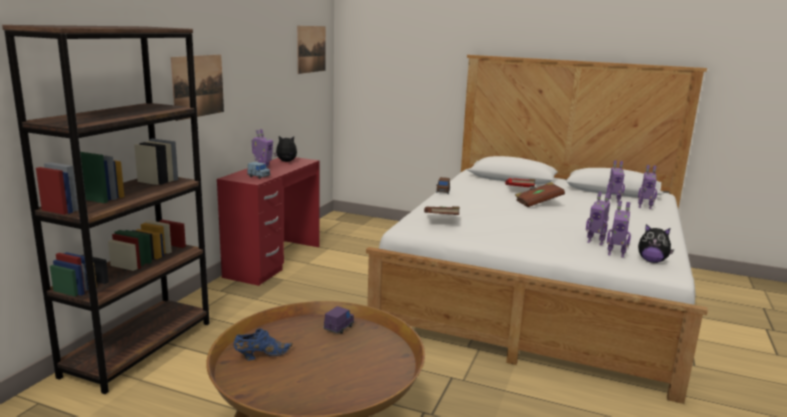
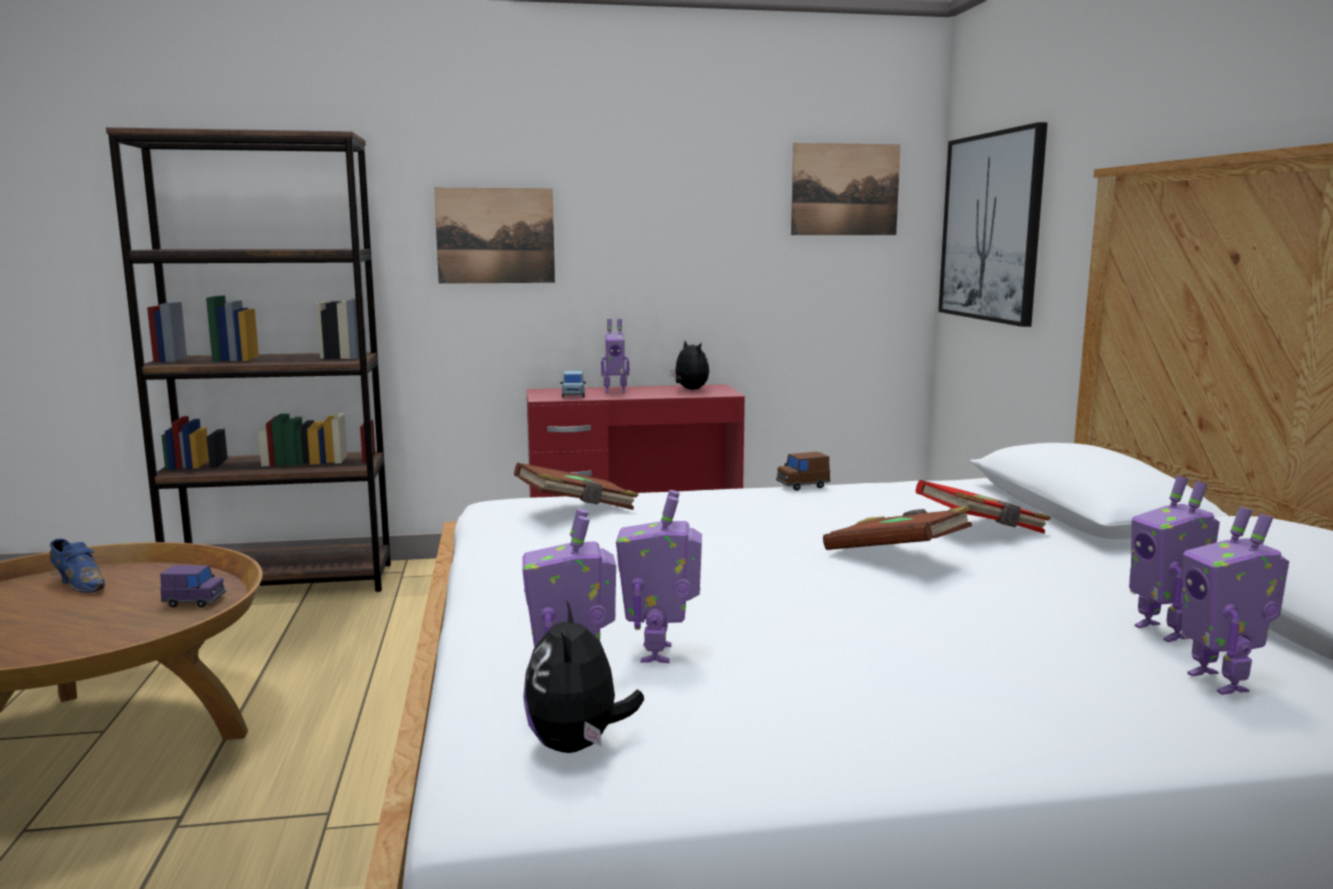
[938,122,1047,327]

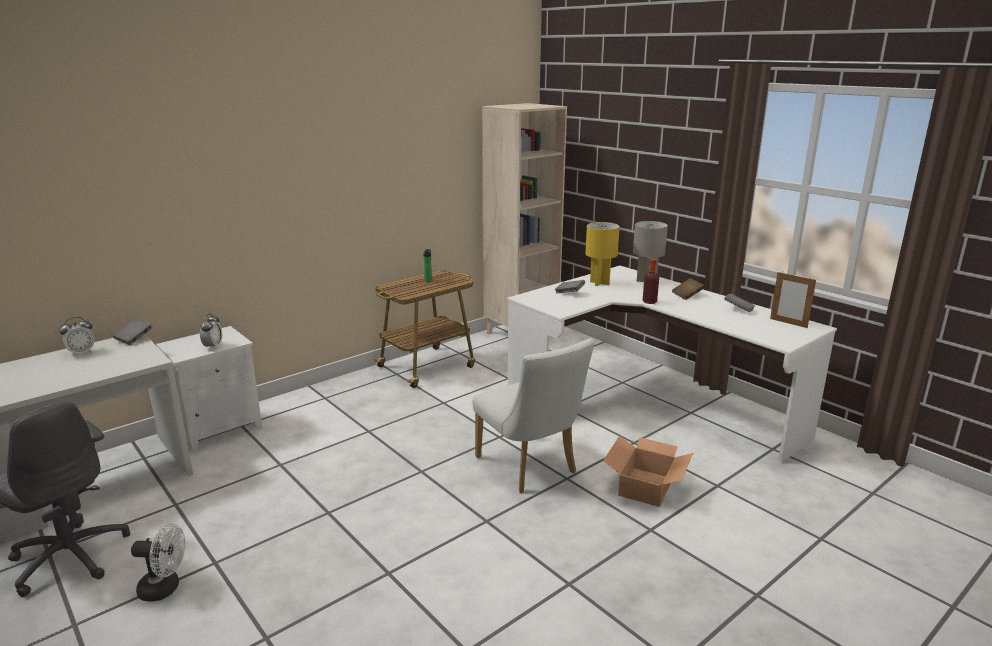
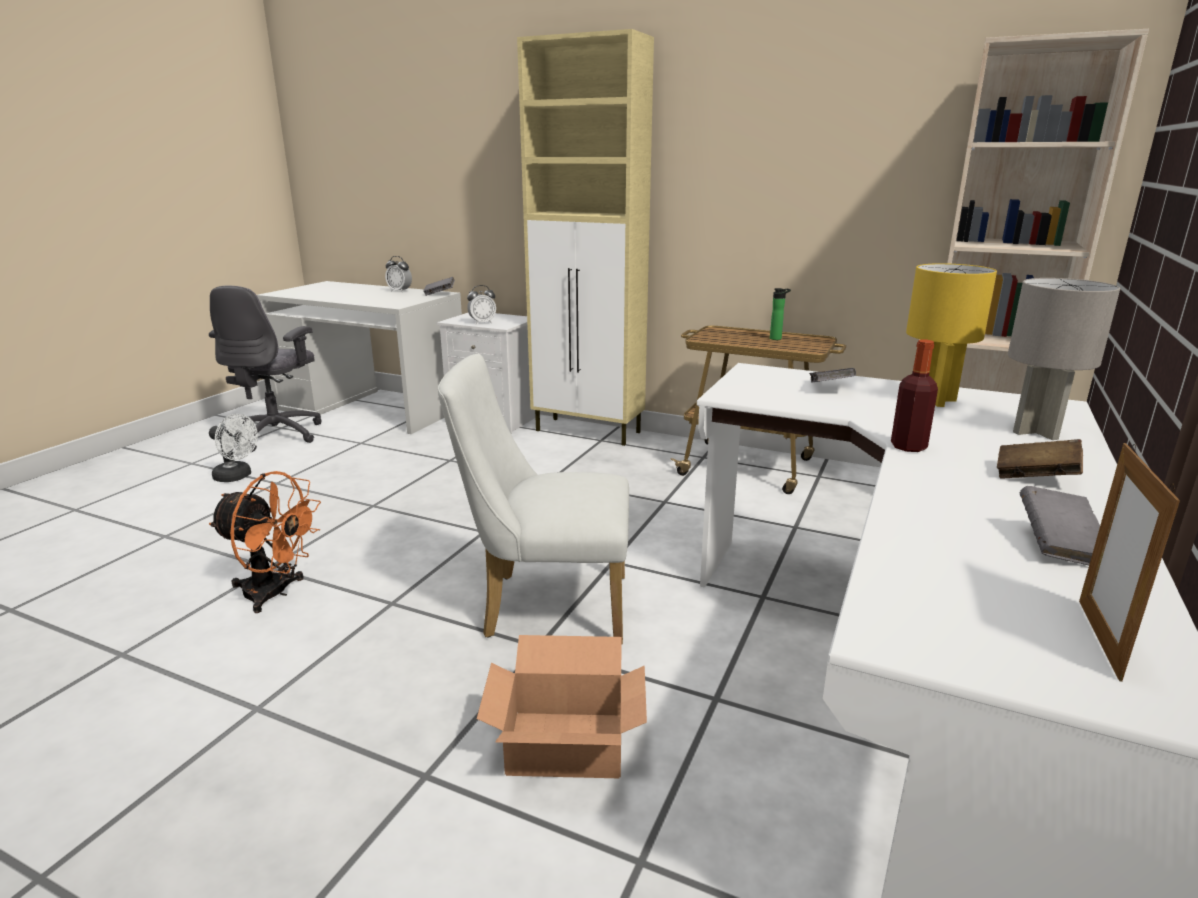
[209,414,258,482]
[209,471,321,613]
[438,354,629,644]
[517,29,654,446]

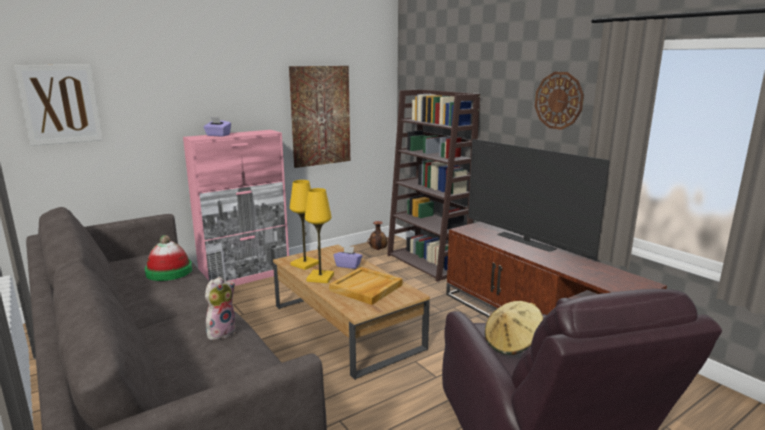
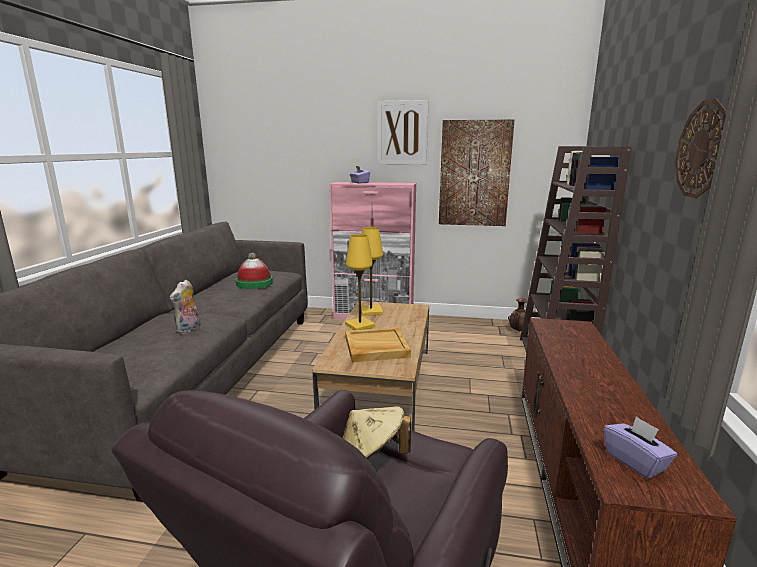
[170,280,201,334]
[378,100,428,165]
[604,416,677,479]
[468,139,610,257] (first image)

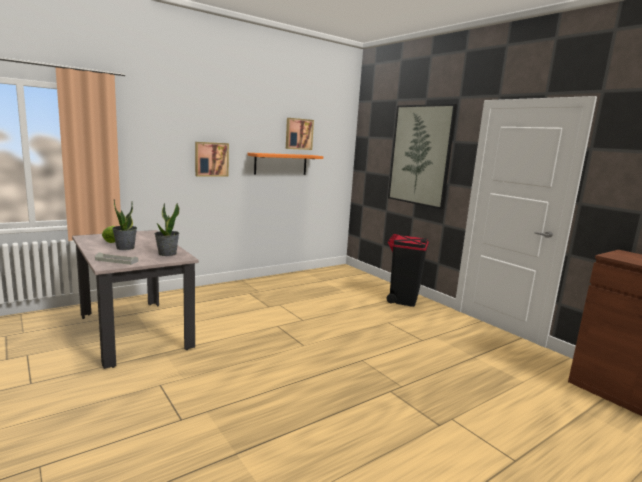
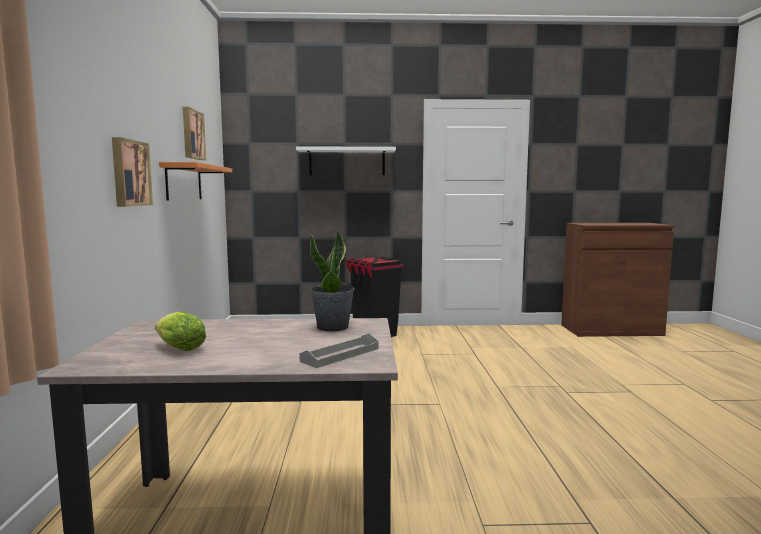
[296,146,396,175]
[112,199,137,250] (first image)

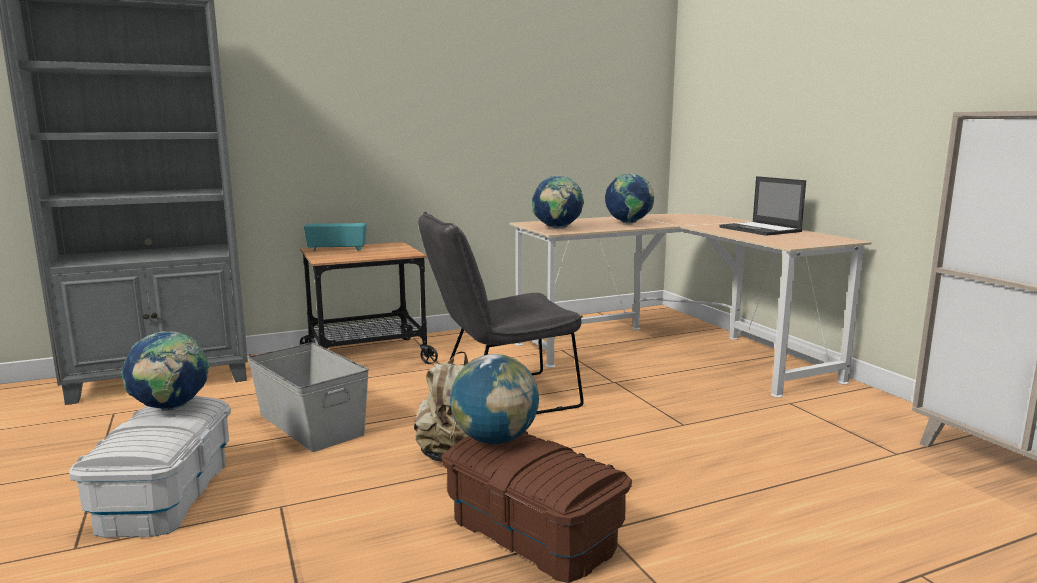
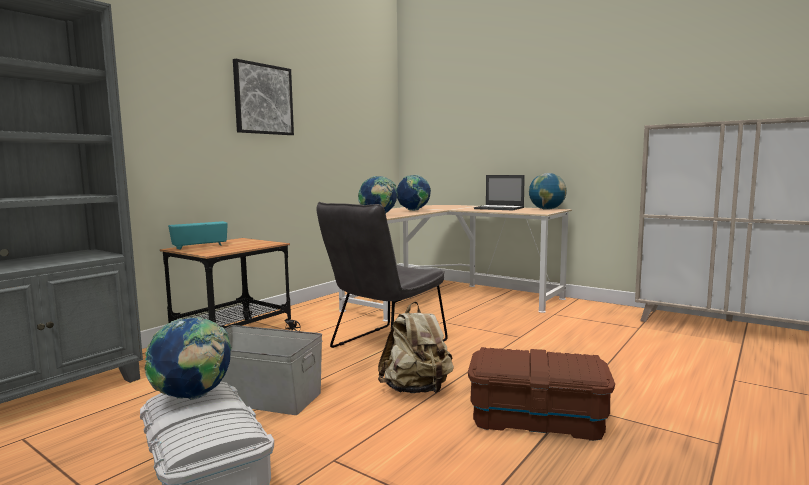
[233,59,294,135]
[529,173,567,210]

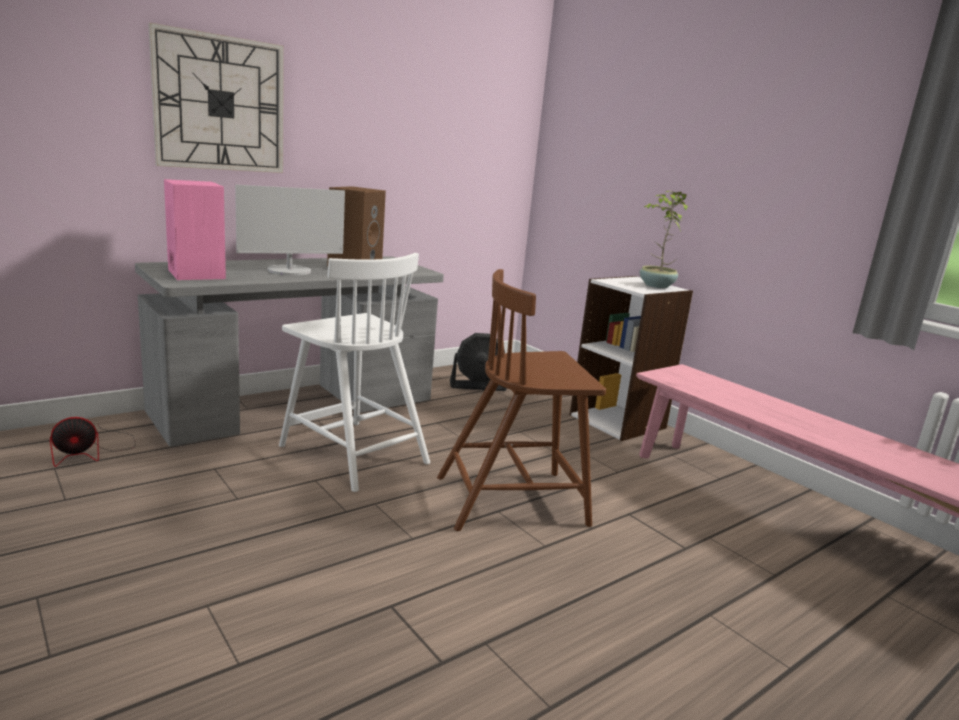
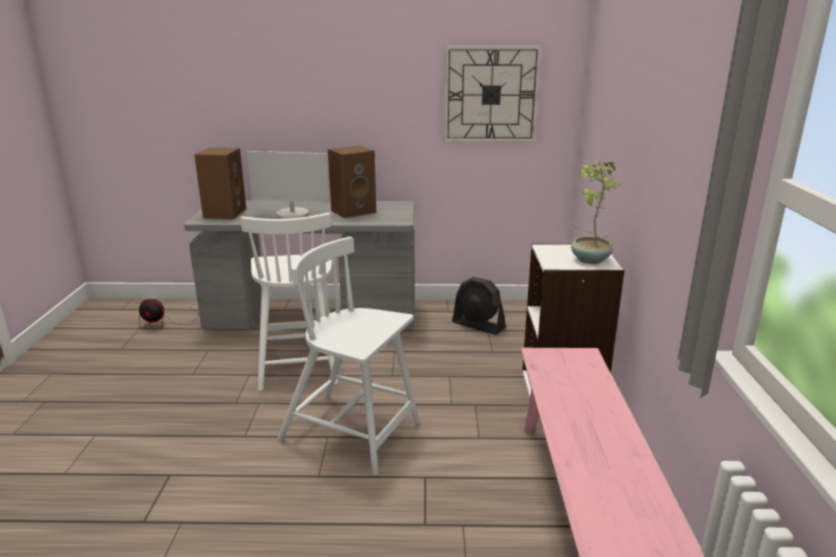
[194,147,246,219]
[277,237,420,475]
[444,46,542,142]

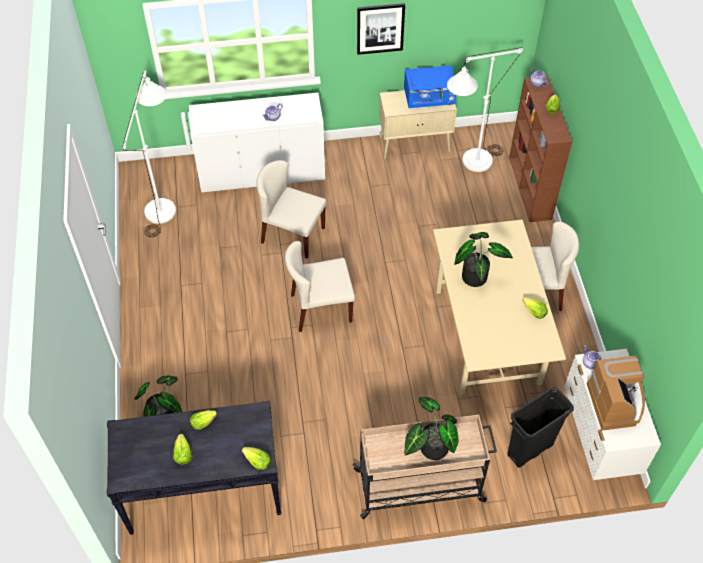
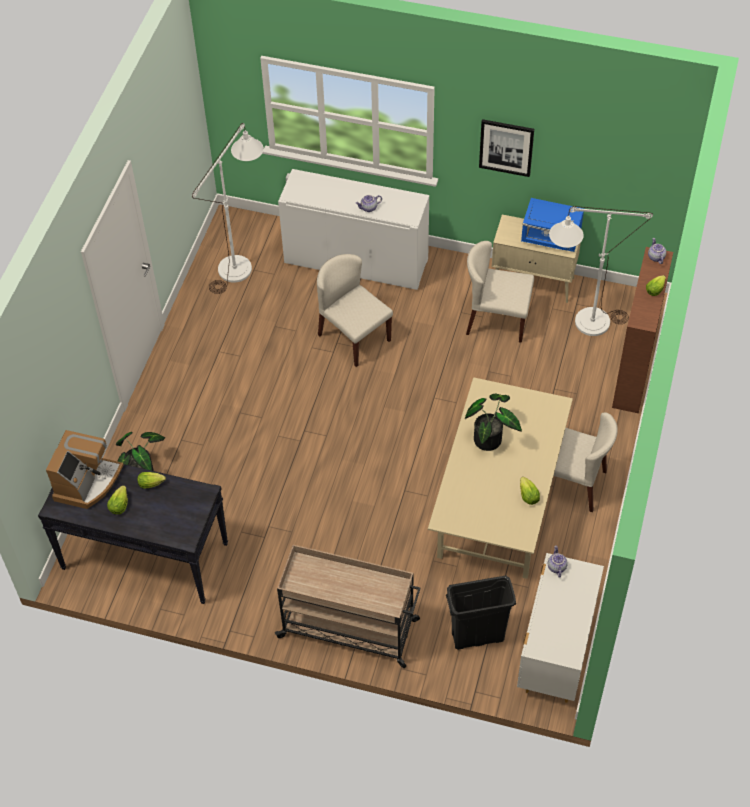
[46,430,124,509]
[466,241,534,343]
[242,447,271,470] (first image)
[404,397,459,460] (first image)

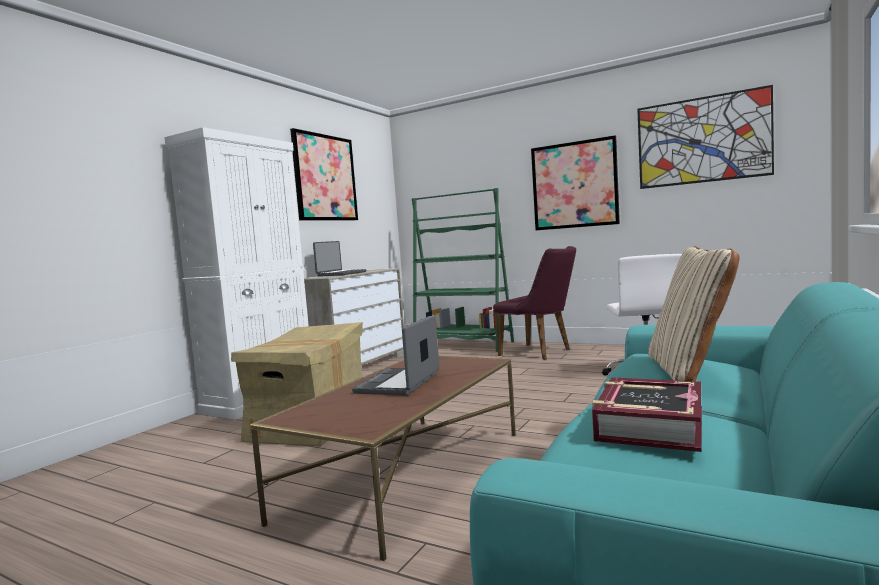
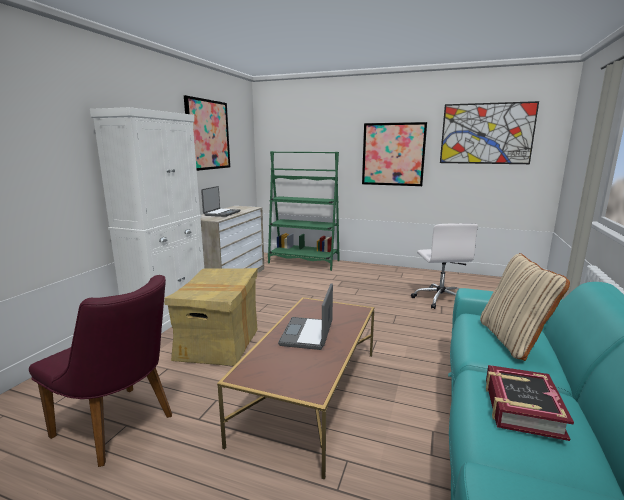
[29,275,172,467]

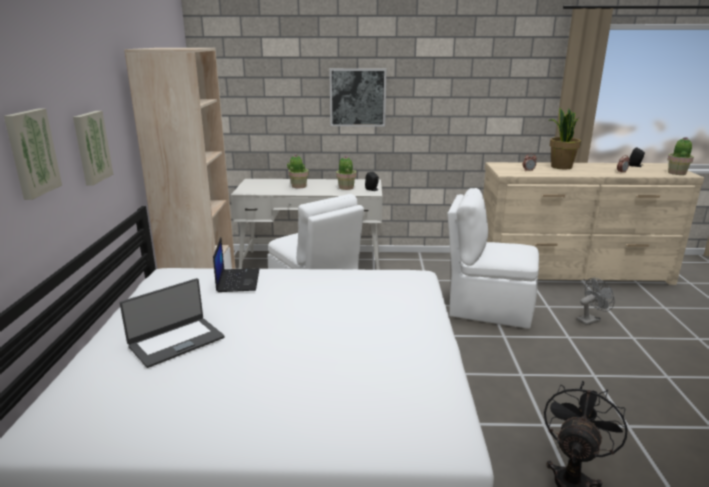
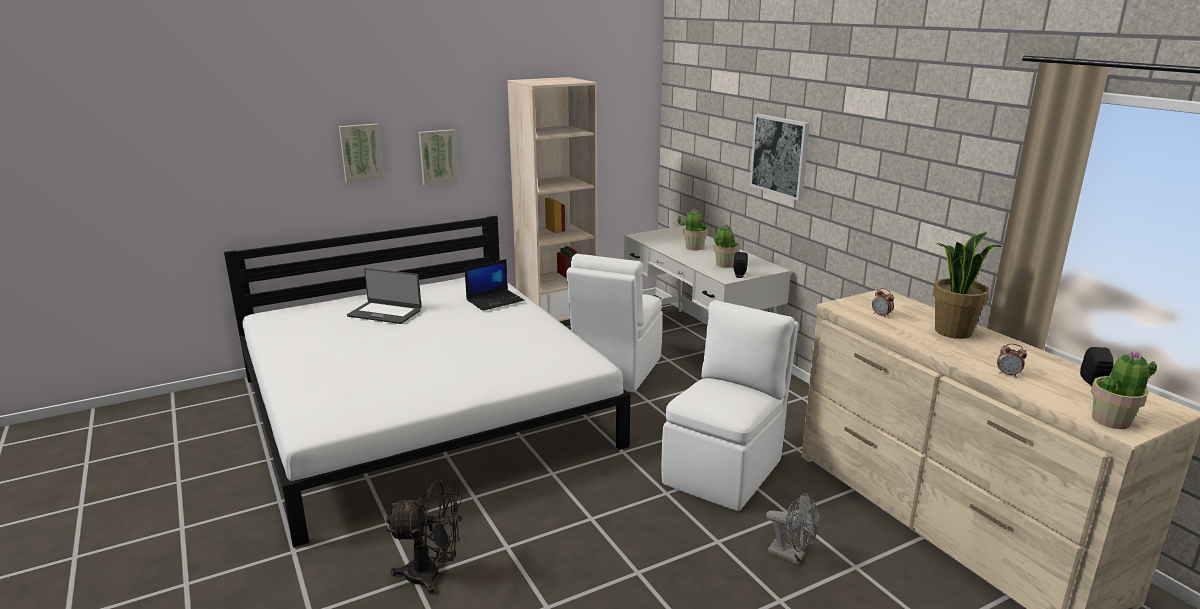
[661,300,799,511]

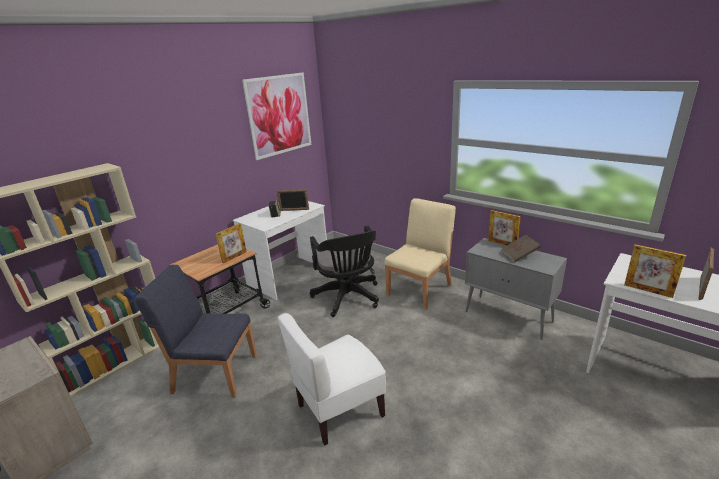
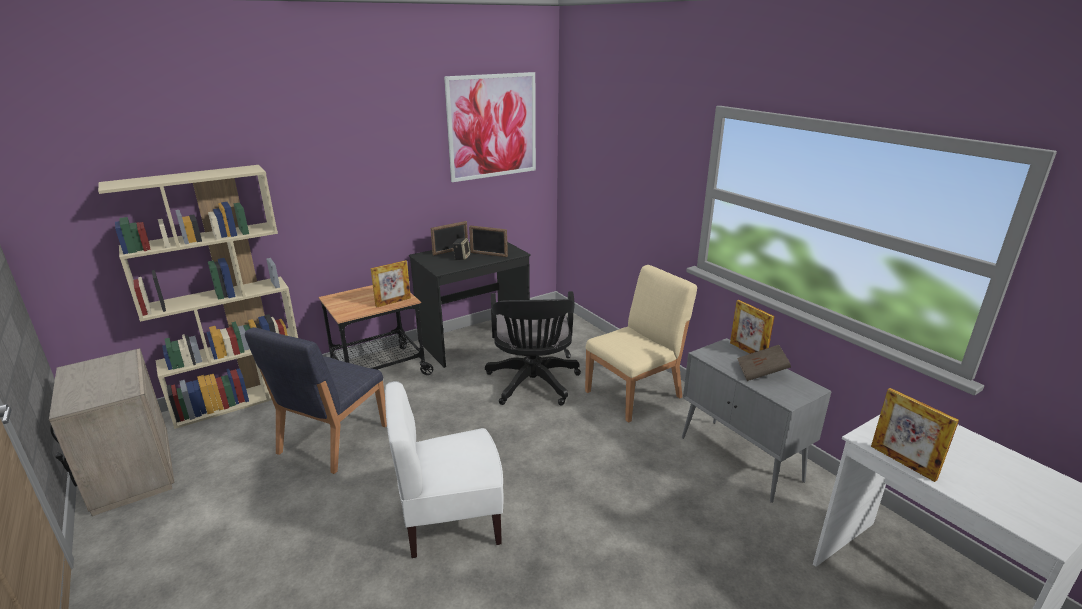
[245,327,387,474]
[409,242,531,368]
[431,221,468,256]

